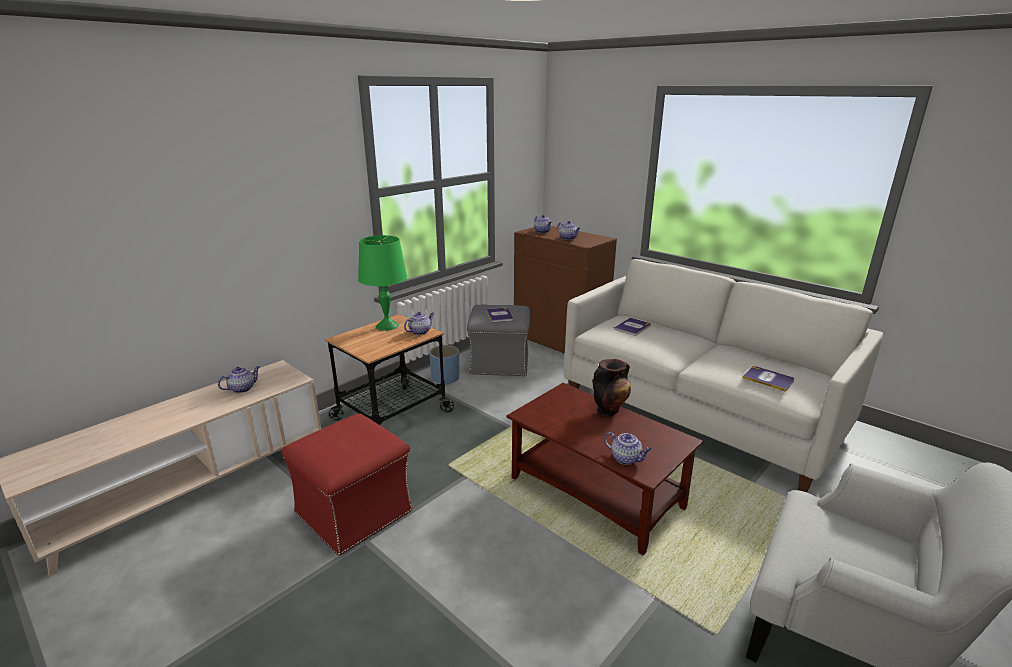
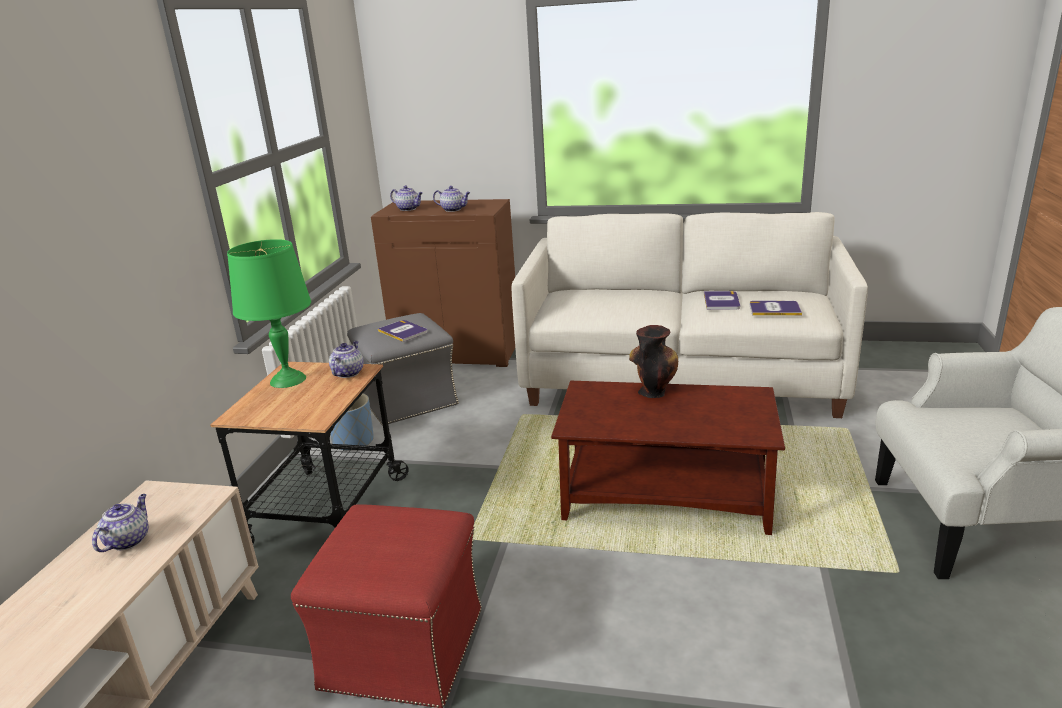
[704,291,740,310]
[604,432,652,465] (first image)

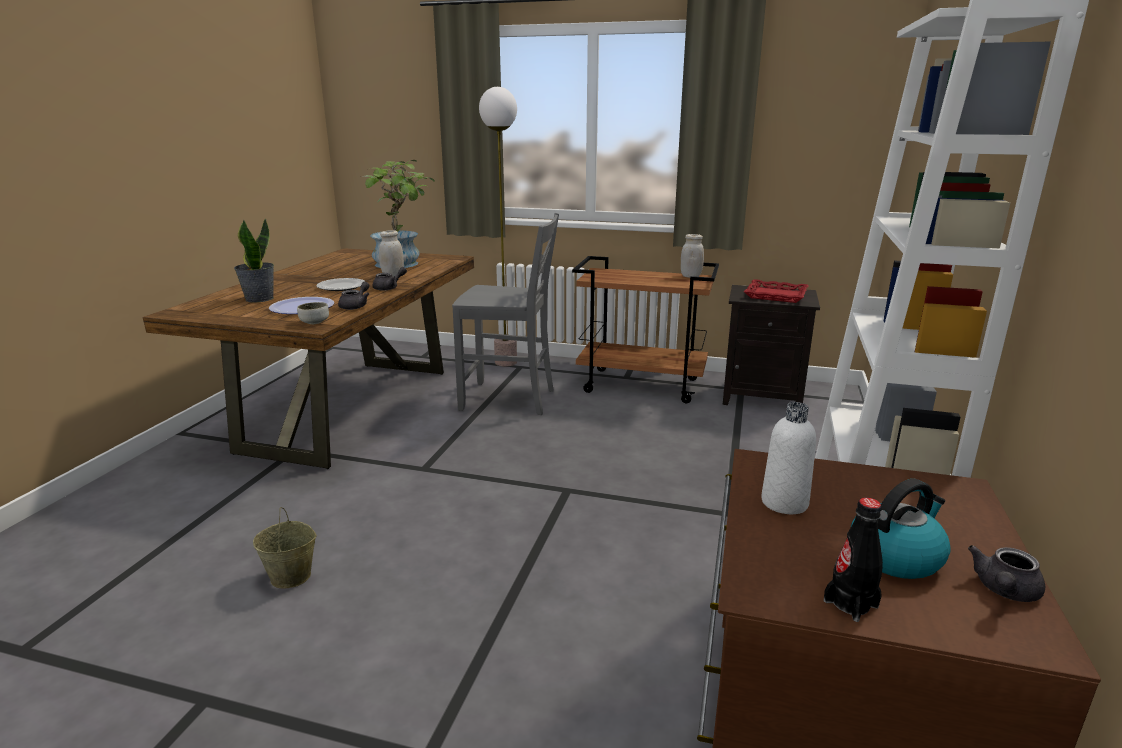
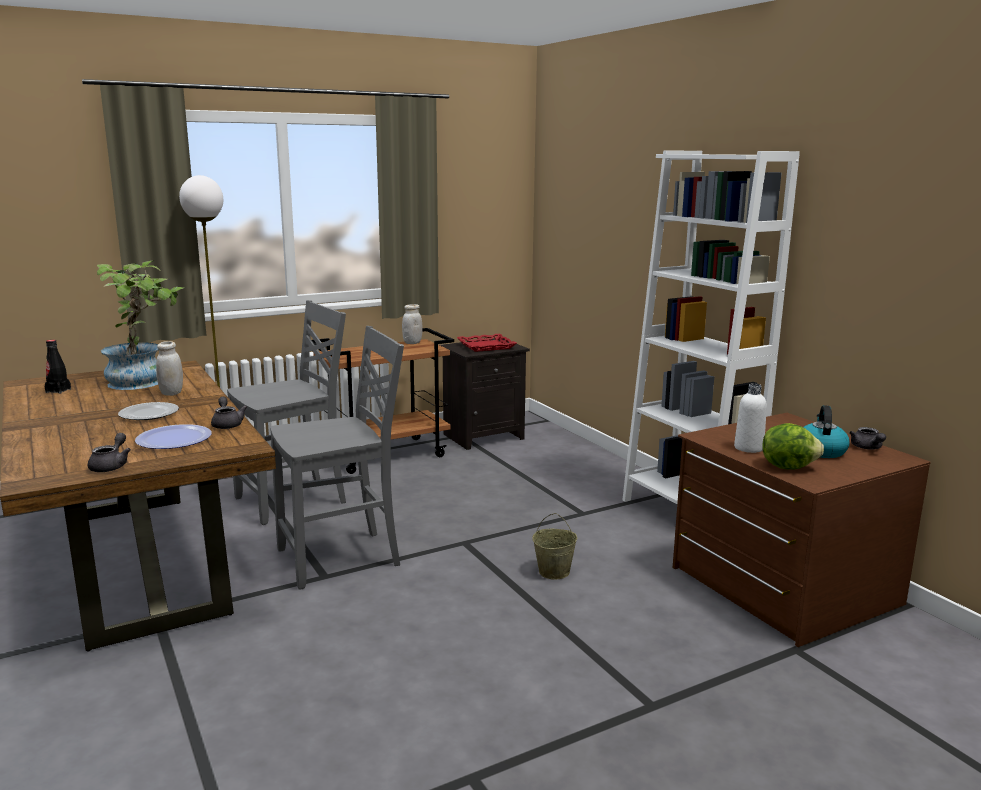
[45,340,71,394]
[88,433,131,472]
[270,326,404,590]
[532,513,577,580]
[762,423,824,470]
[234,219,274,303] (first image)
[297,302,329,324] (first image)

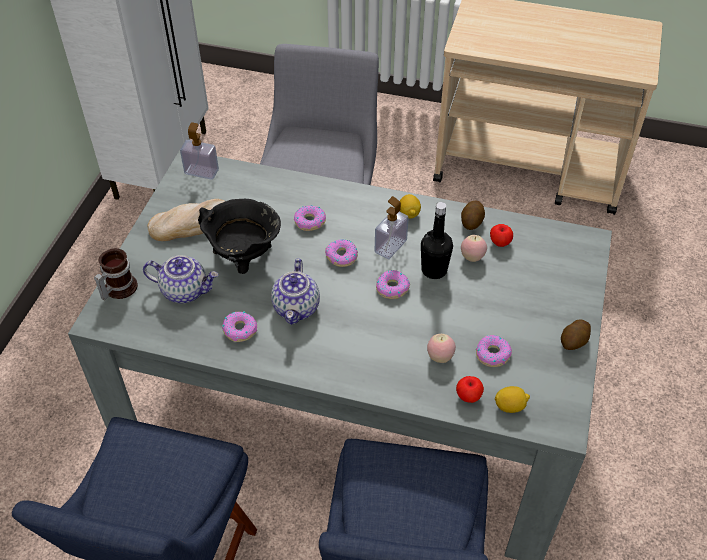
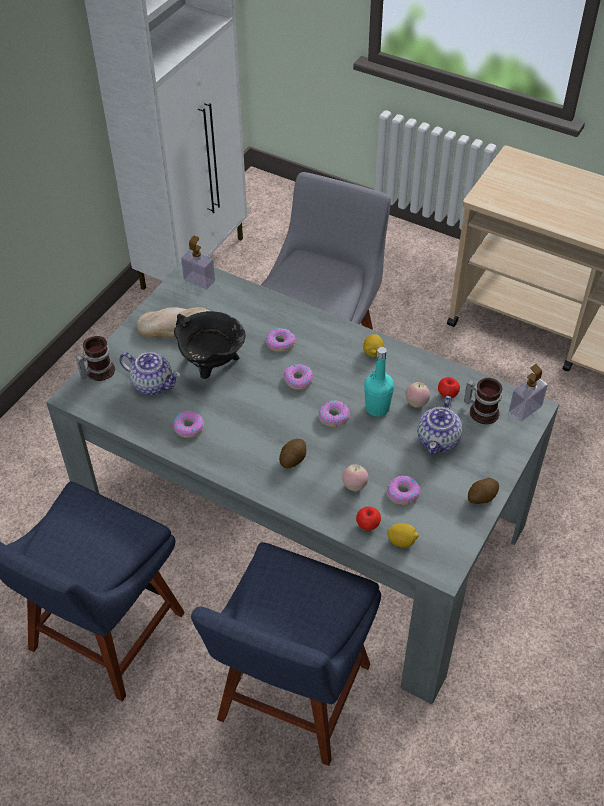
[279,439,306,468]
[364,347,394,417]
[417,396,462,455]
[464,378,502,424]
[509,364,548,421]

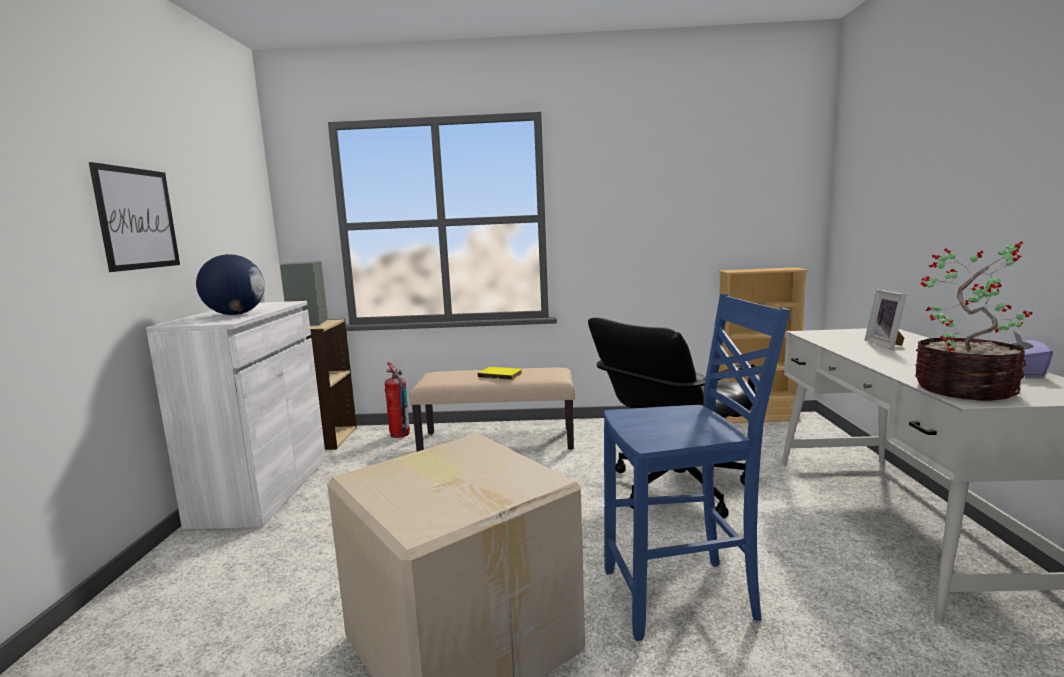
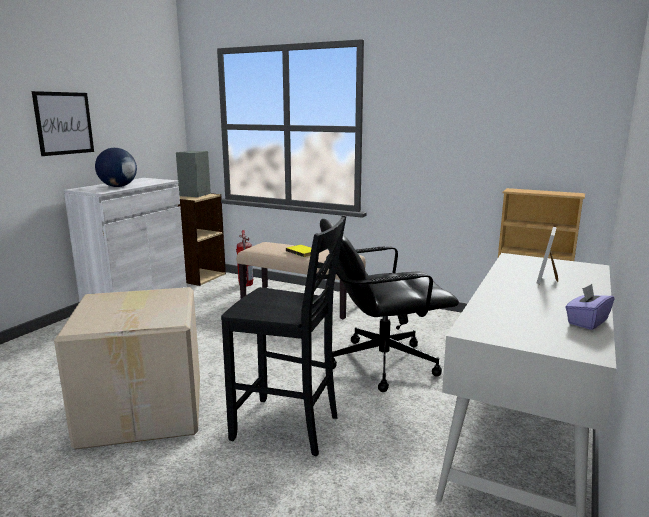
[221,215,346,456]
[915,241,1033,401] (first image)

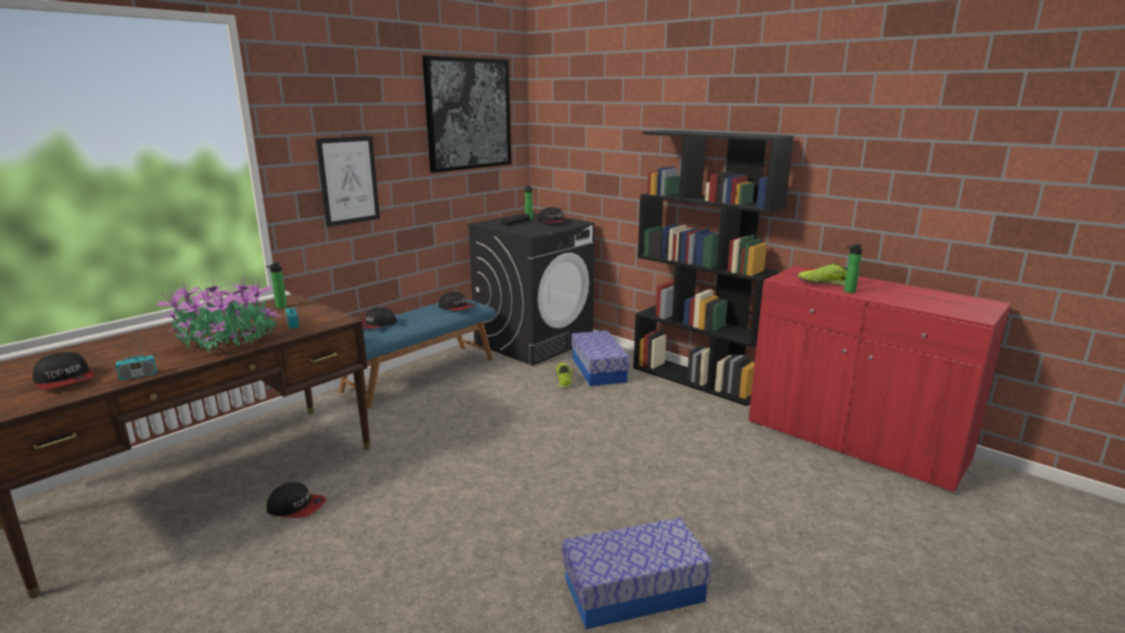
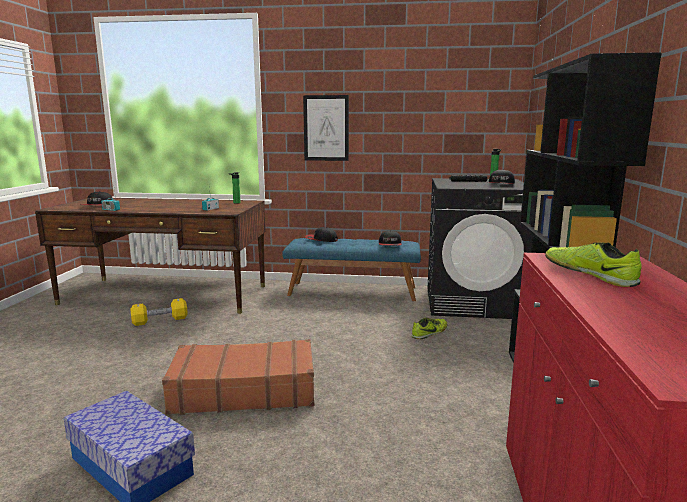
[130,298,188,326]
[162,339,314,415]
[157,279,281,353] (first image)
[422,55,511,173] (first image)
[571,330,630,386] (first image)
[844,244,863,293] (first image)

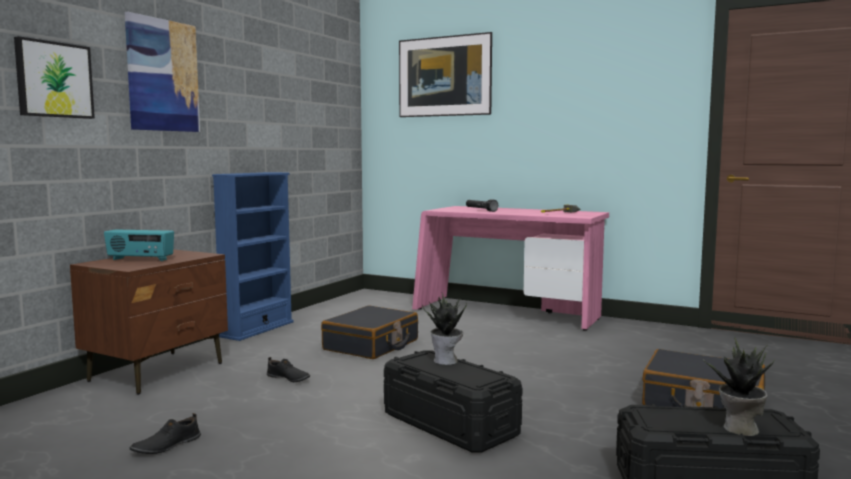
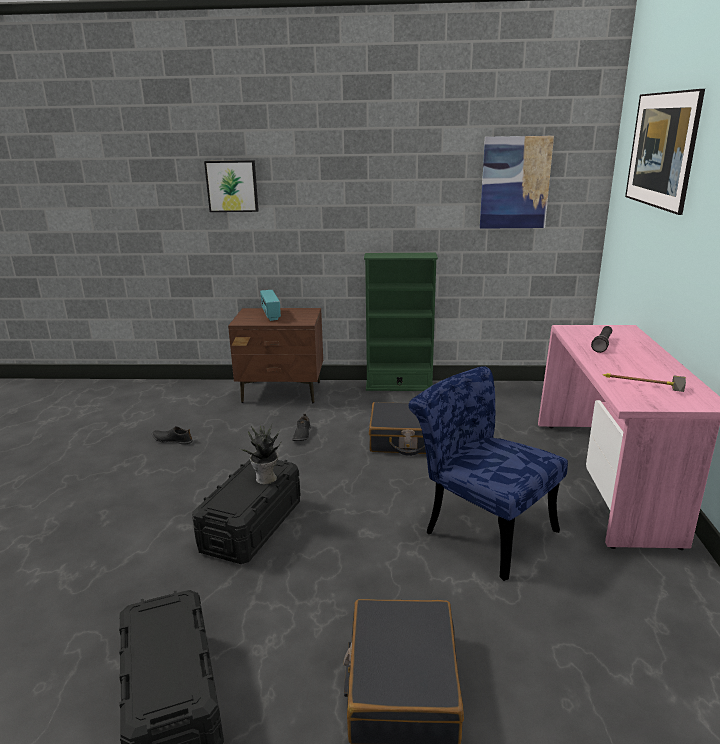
[364,253,438,391]
[409,366,568,581]
[480,136,554,229]
[702,338,776,436] (first image)

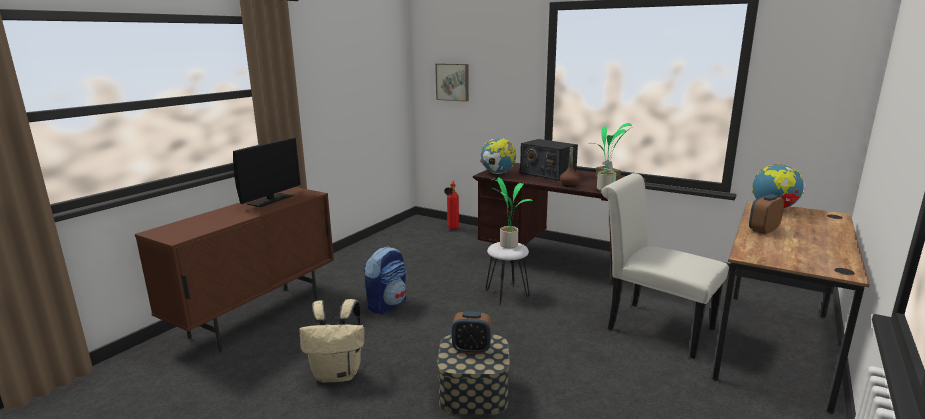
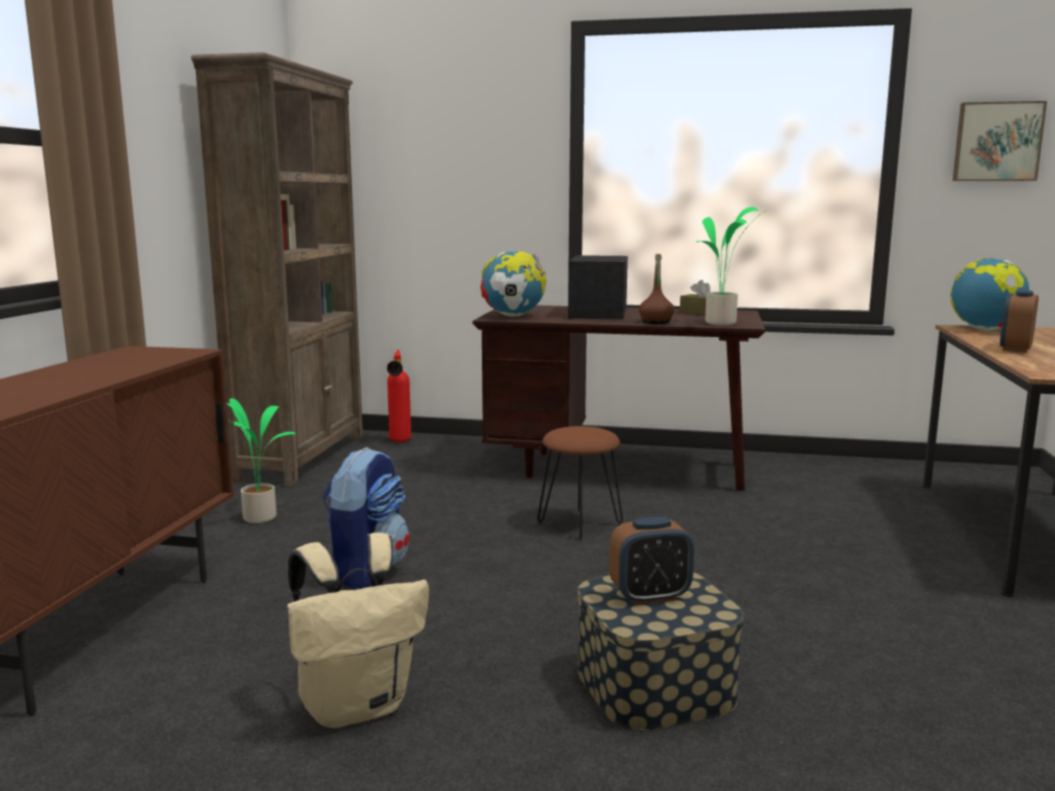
[191,52,364,487]
[227,398,296,523]
[537,426,623,541]
[568,255,628,320]
[953,101,1047,181]
[233,138,301,207] (first image)
[601,173,729,359] (first image)

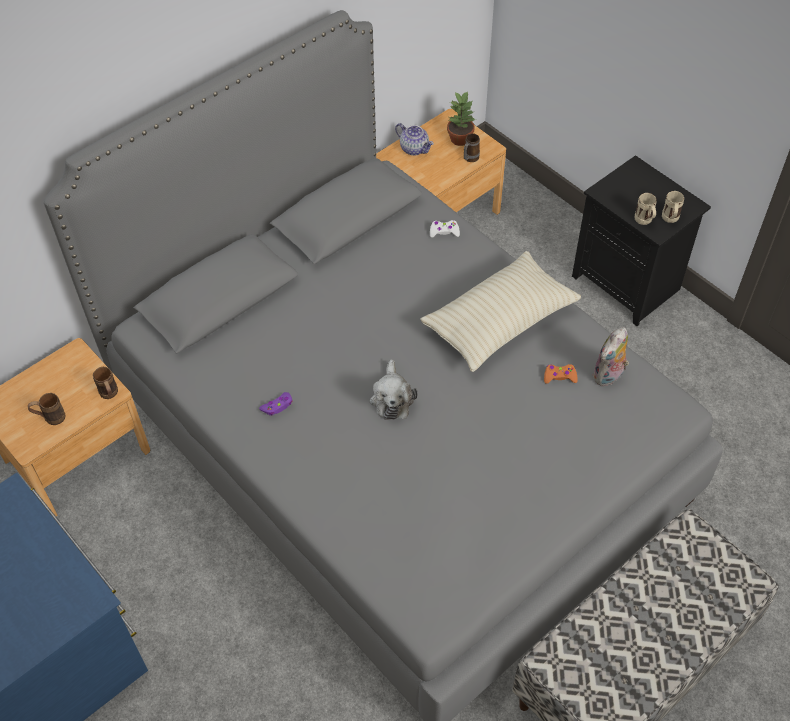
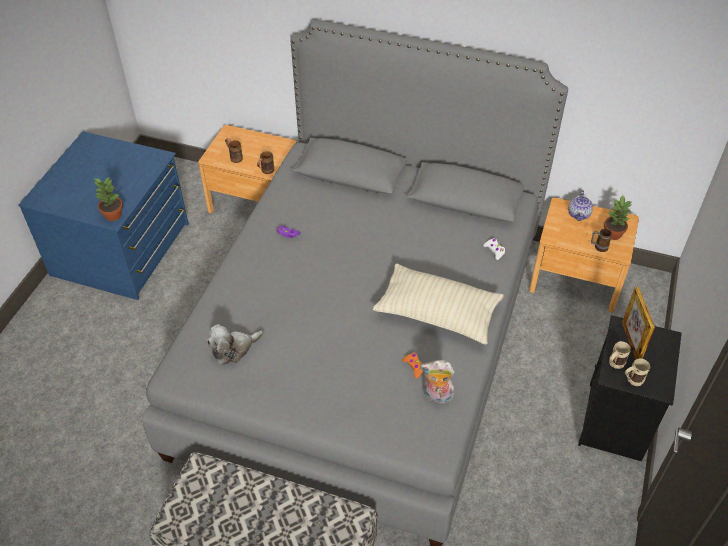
[94,178,123,221]
[207,324,263,365]
[622,287,655,360]

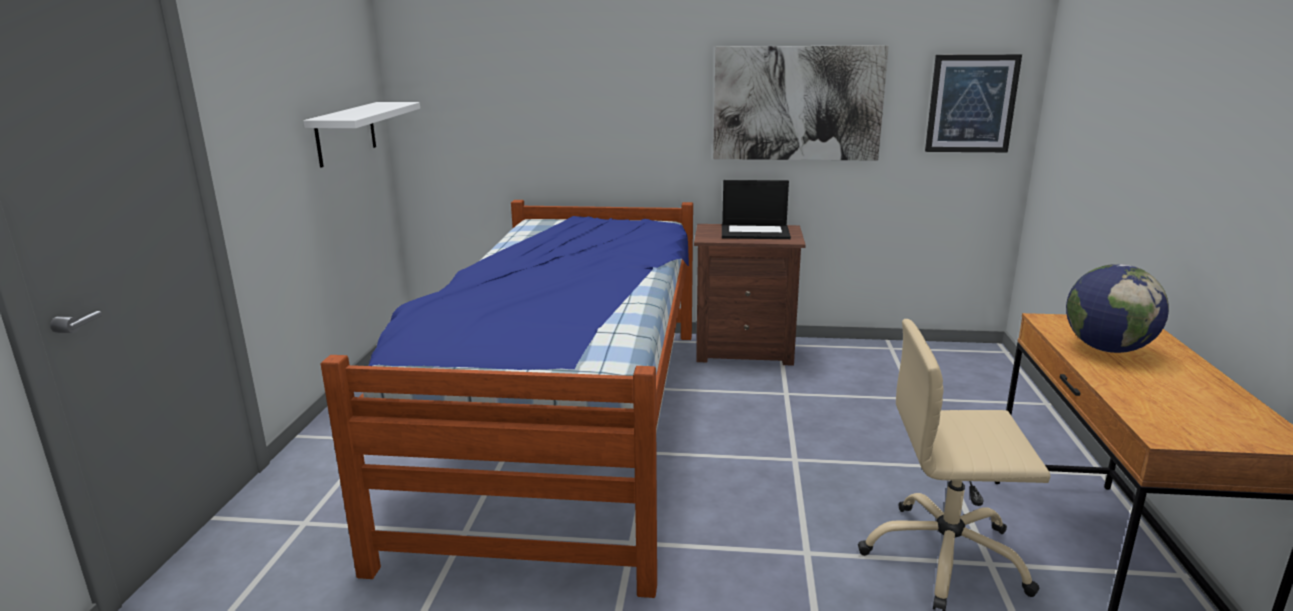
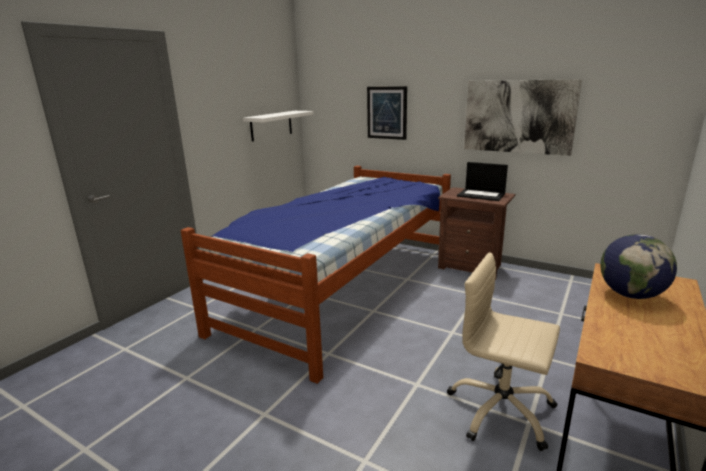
[367,86,407,140]

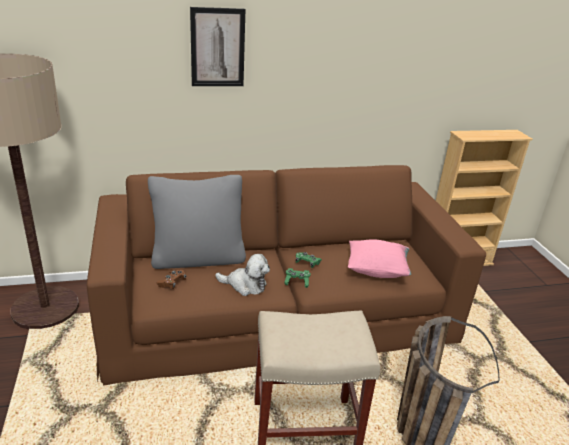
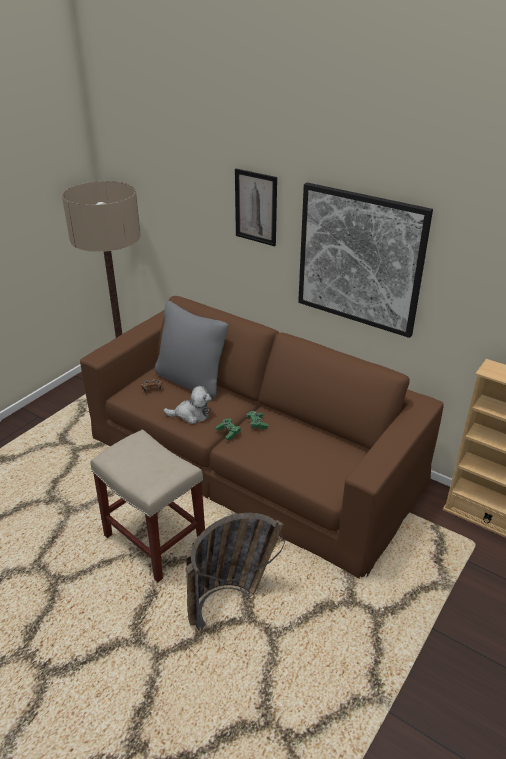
[163,386,211,424]
[298,182,433,338]
[348,239,411,278] (first image)

